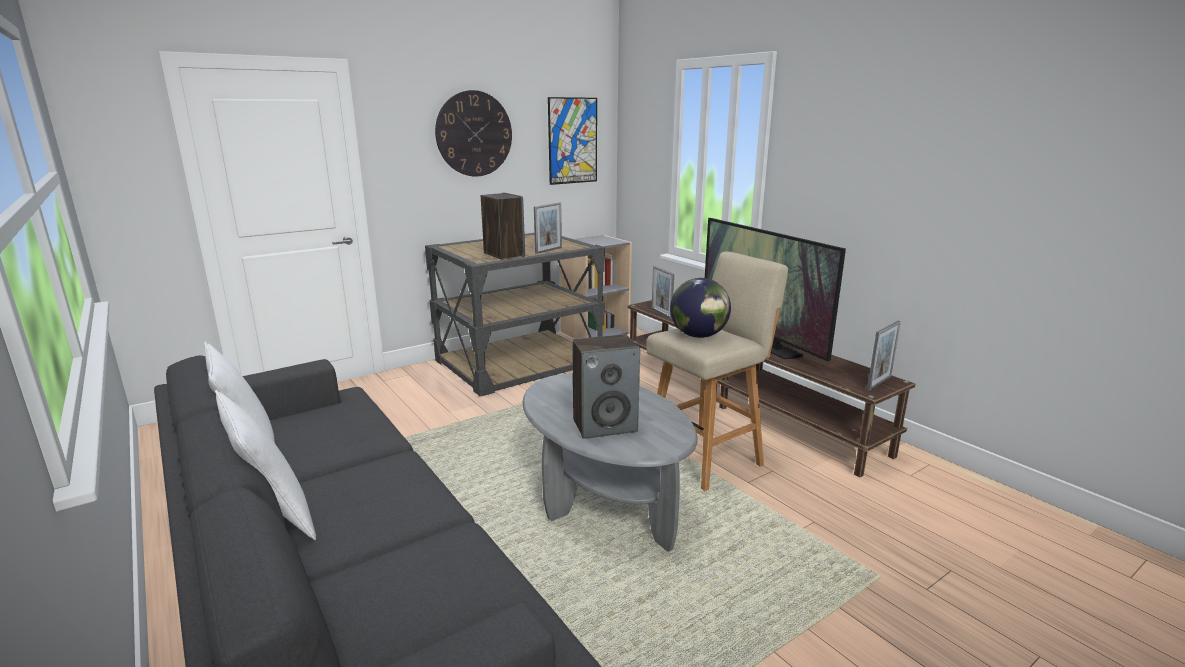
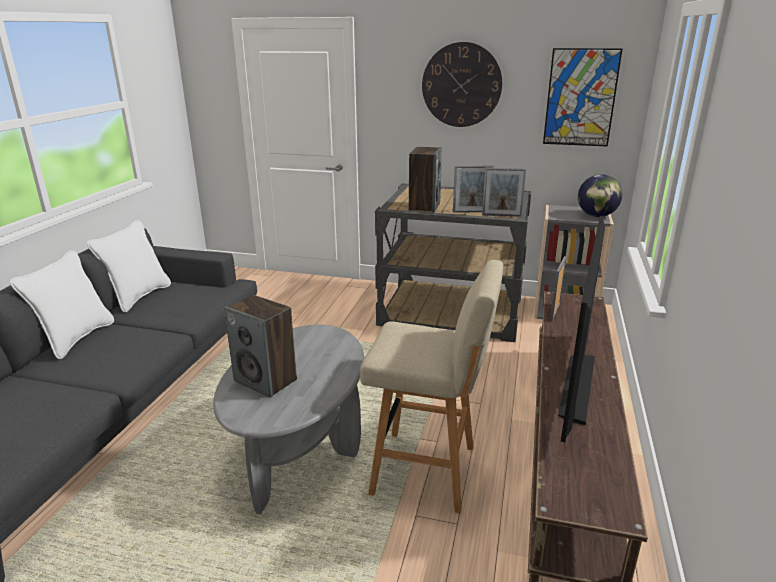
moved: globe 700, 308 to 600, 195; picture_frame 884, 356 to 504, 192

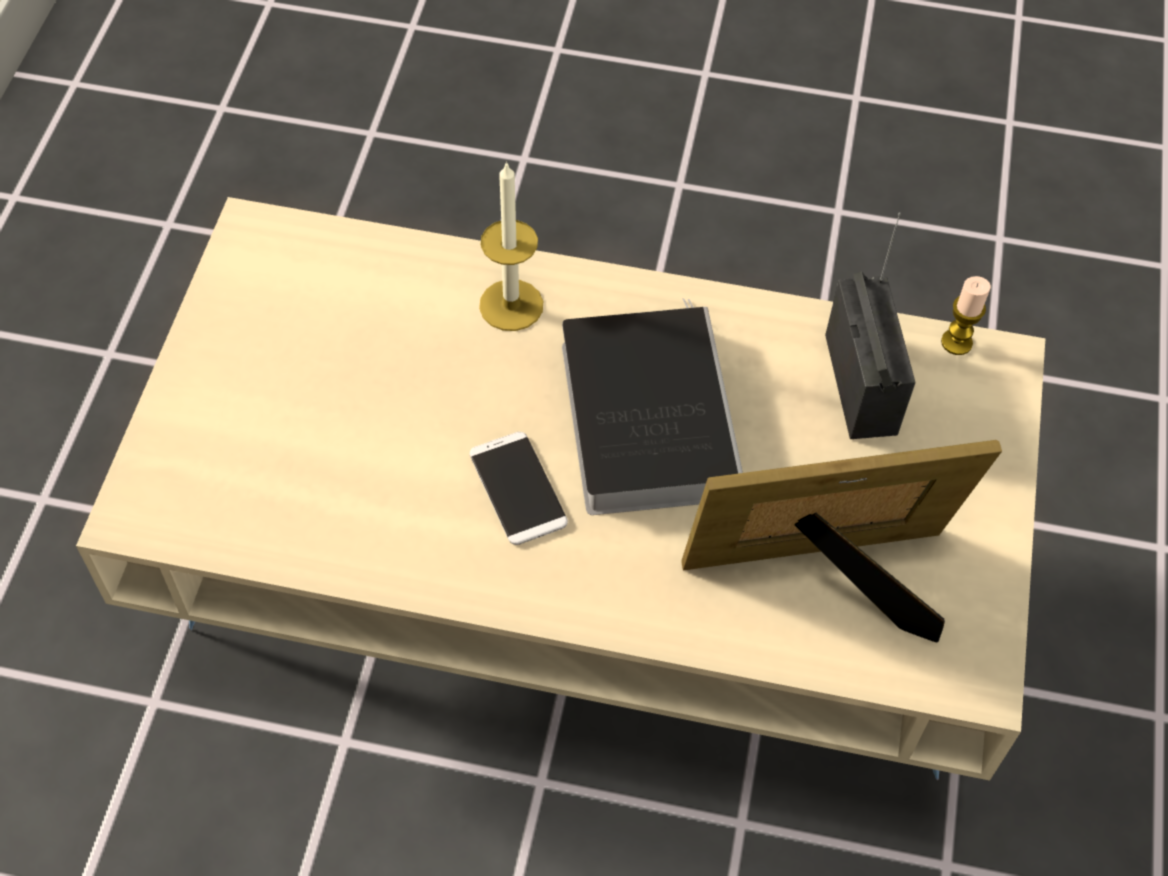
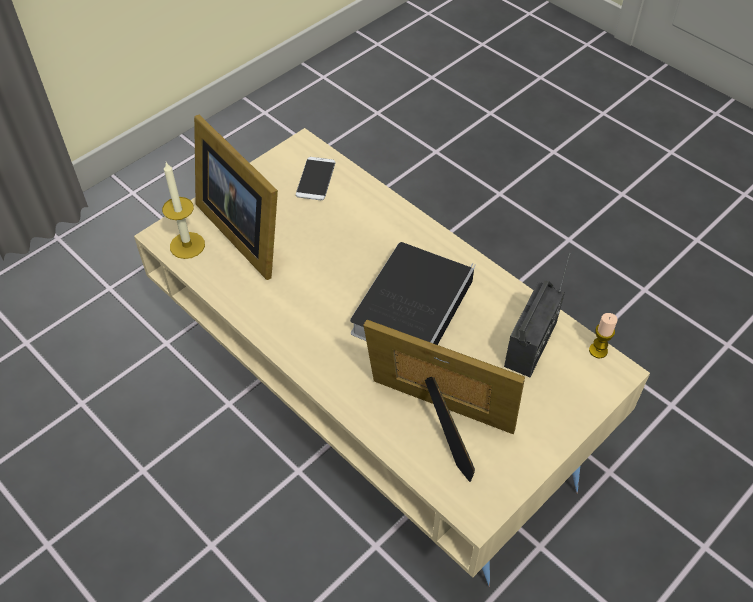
added: picture_frame 236, 197
moved: candle 511, 246 to 183, 210; phone 519, 488 to 315, 178

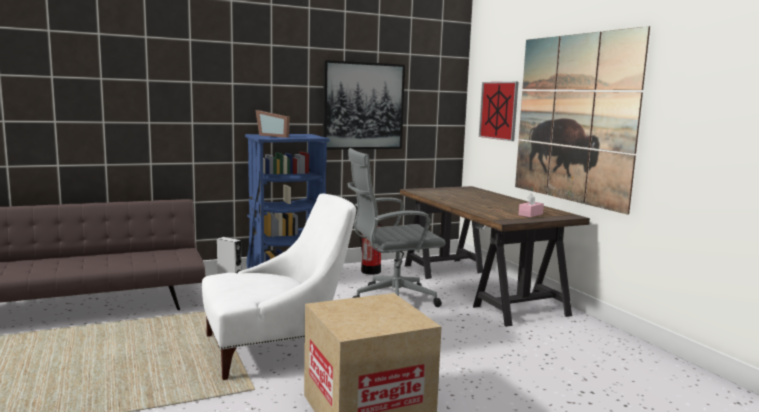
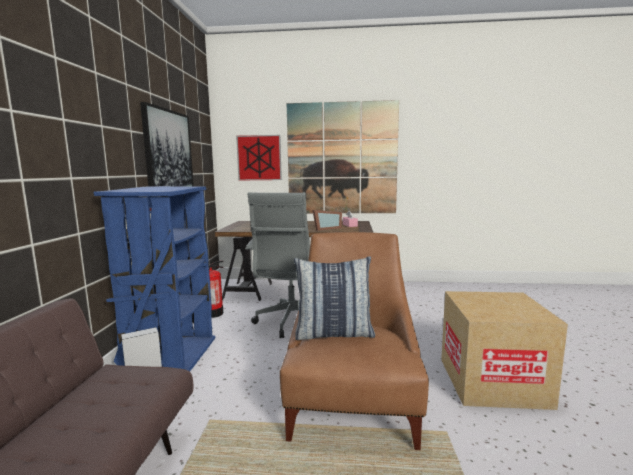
added: pillow 334, 298
moved: picture_frame 272, 124 to 327, 220
recoloured: white_armchair 279, 287 to brown_armchair 354, 341

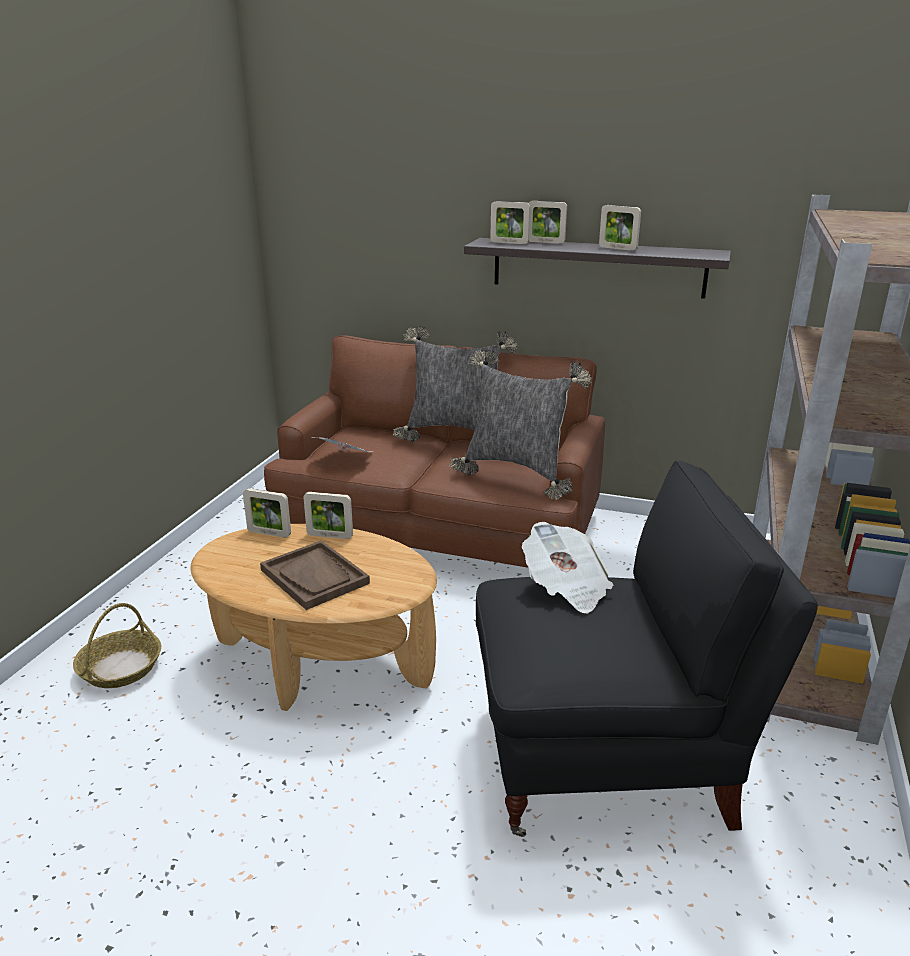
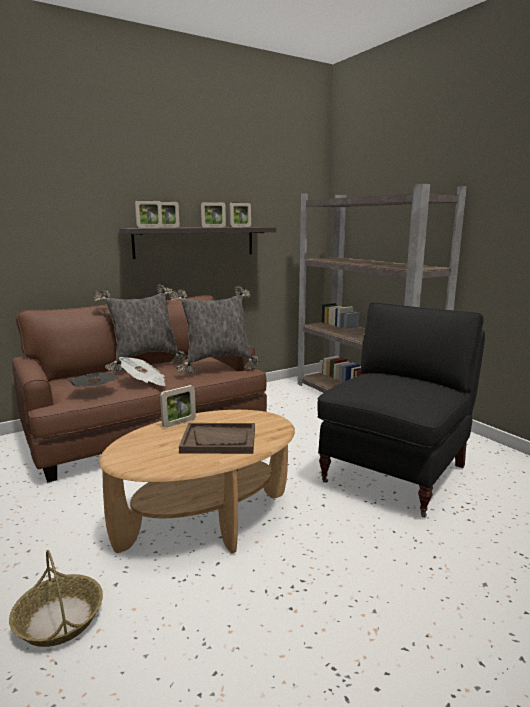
moved: picture_frame 267, 513 to 240, 215; newspaper 567, 568 to 142, 371

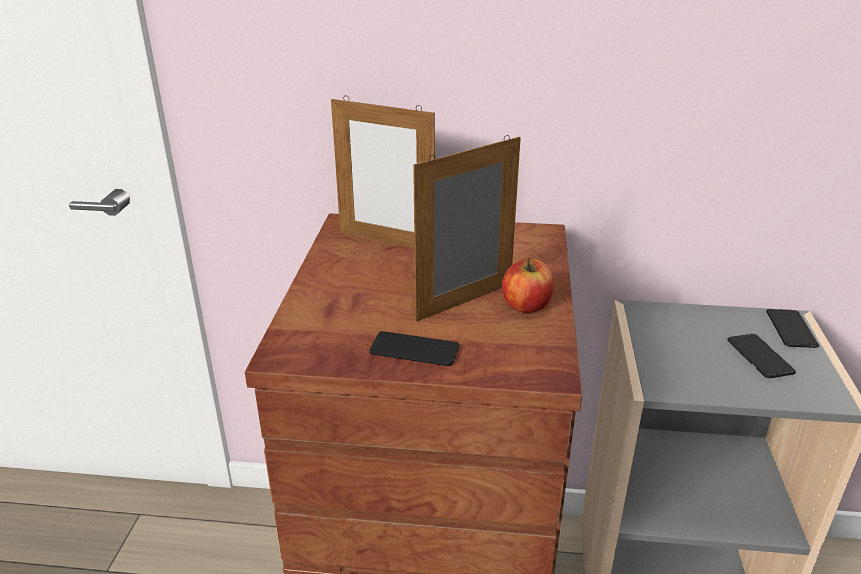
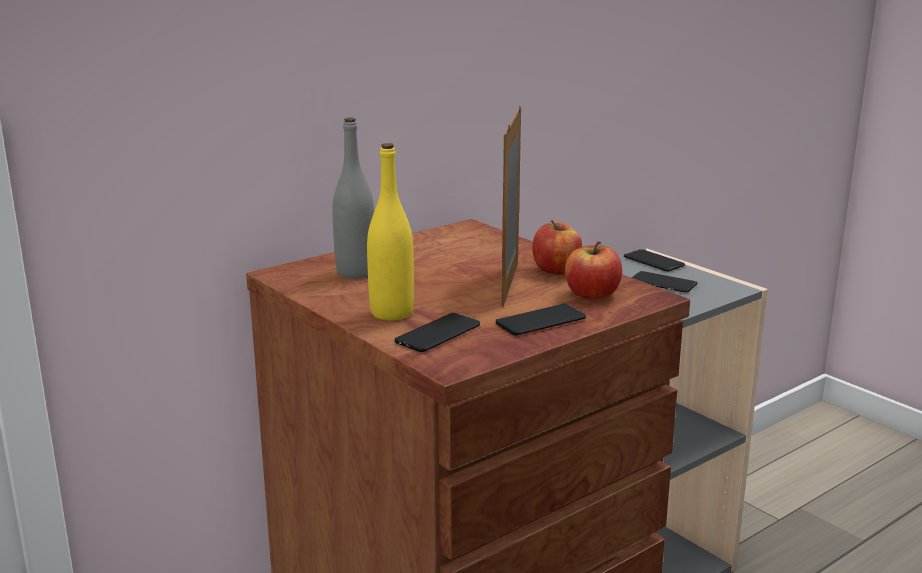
added: yellow_bottle 390, 232; apple 593, 270; phone 437, 332
replaced: picture_frame 383, 172 to grey_bottle 353, 198

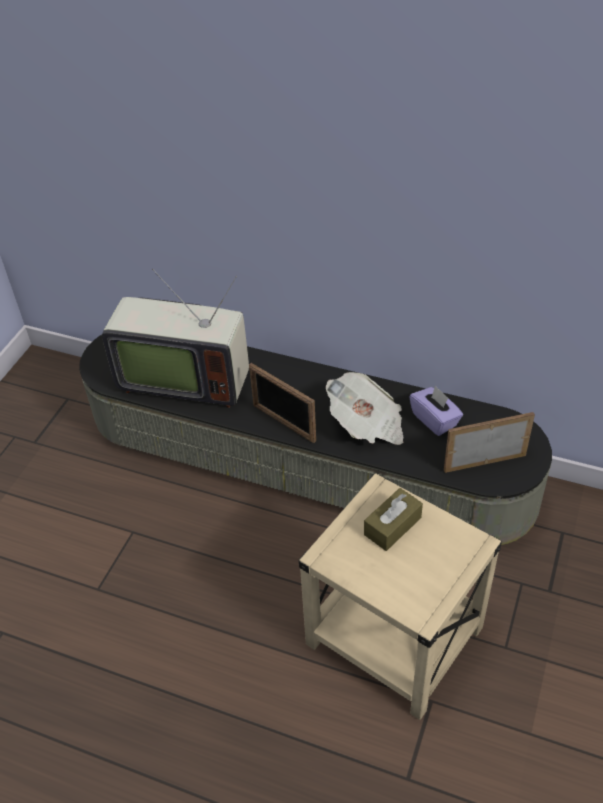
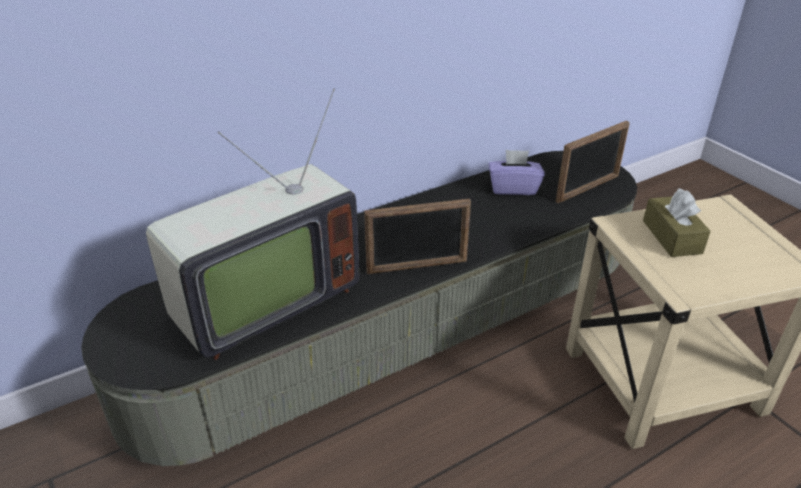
removed: newspaper 364, 408
turned: picture_frame 489, 442 = 593, 161 150 degrees counterclockwise

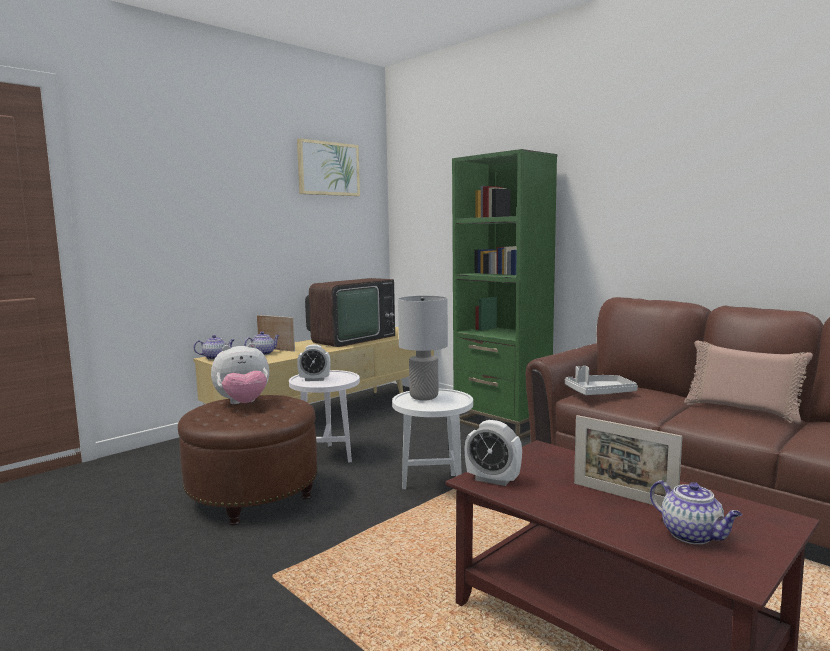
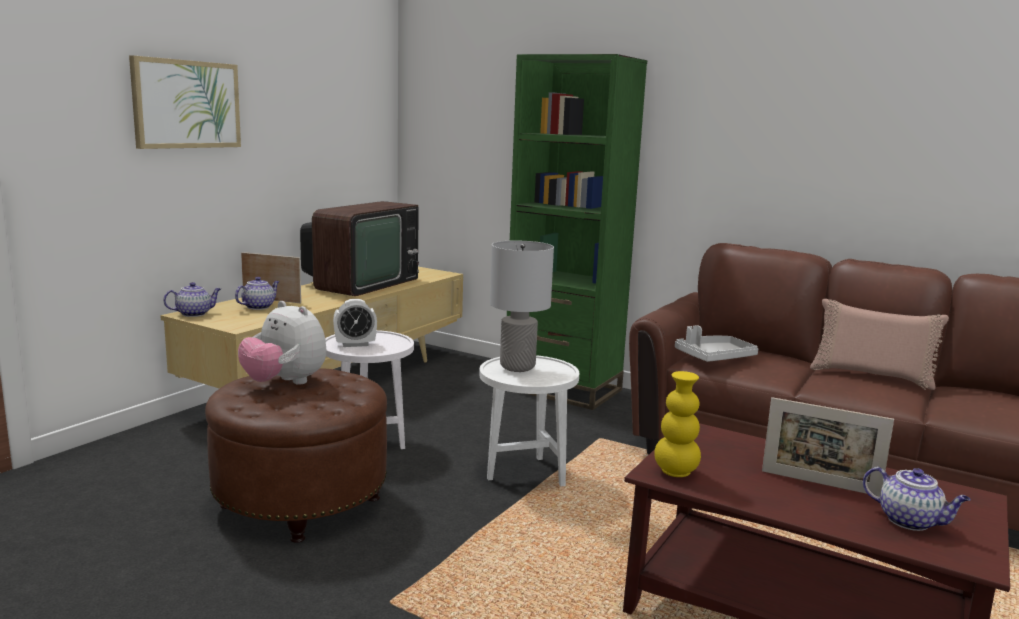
moved: picture 328, 167 to 185, 102
replaced: alarm_clock 493, 453 to yellow_vase 677, 424
turned: plush_toy 240, 373 = 282, 343 75 degrees clockwise

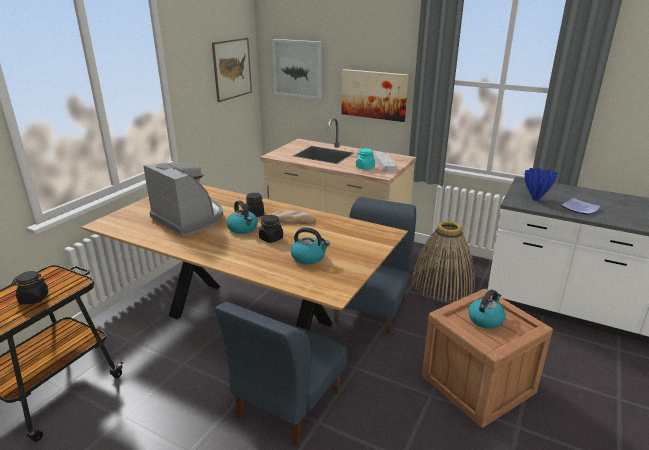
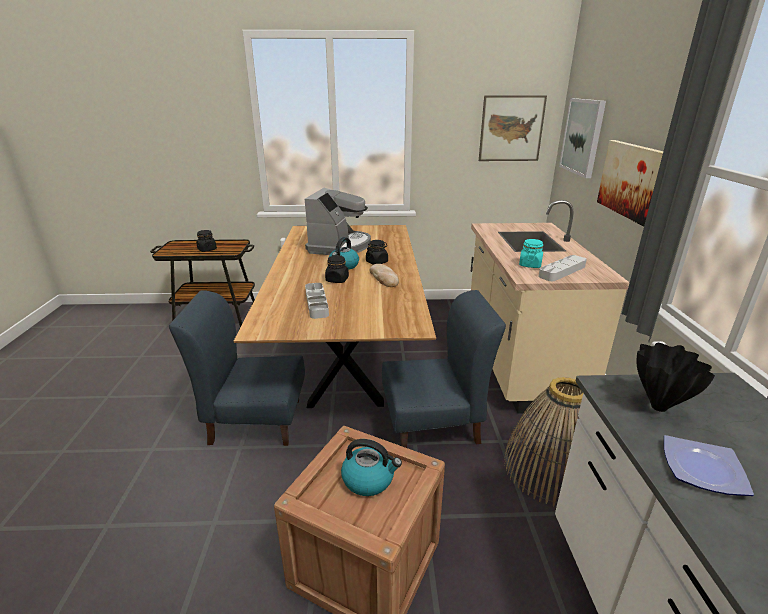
replaced: kettle 310, 245 to grey_tray 317, 301
recoloured: blue_vase 541, 184 to black_vase 676, 377

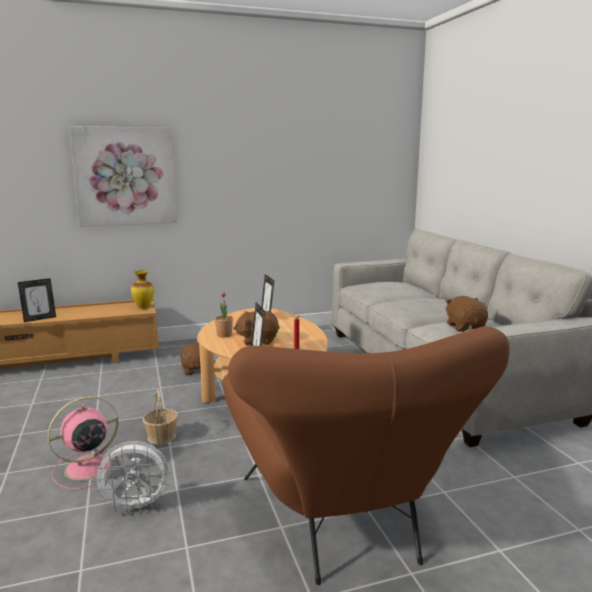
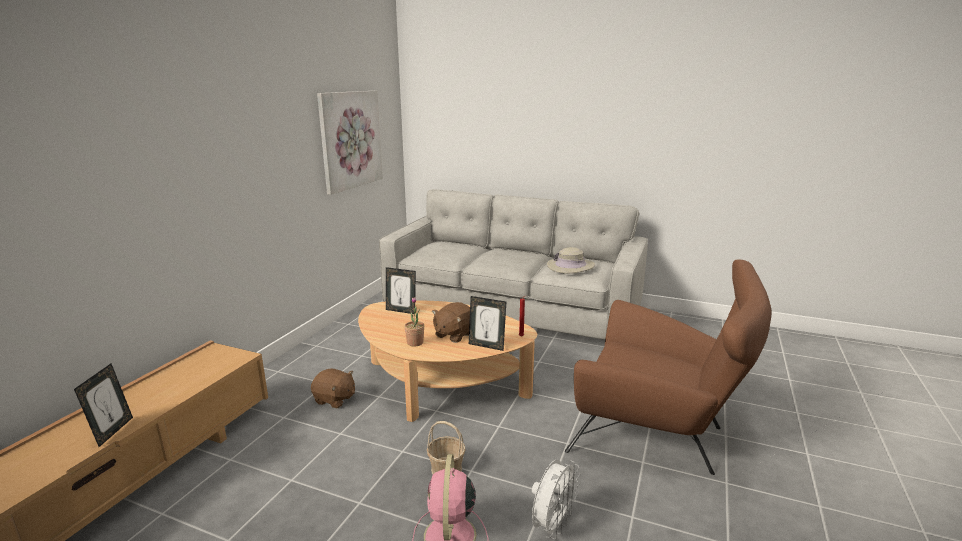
removed: vase 142, 289
moved: picture 123, 176 to 350, 143
replaced: brown_plush_toy 466, 314 to beige_hat 571, 260

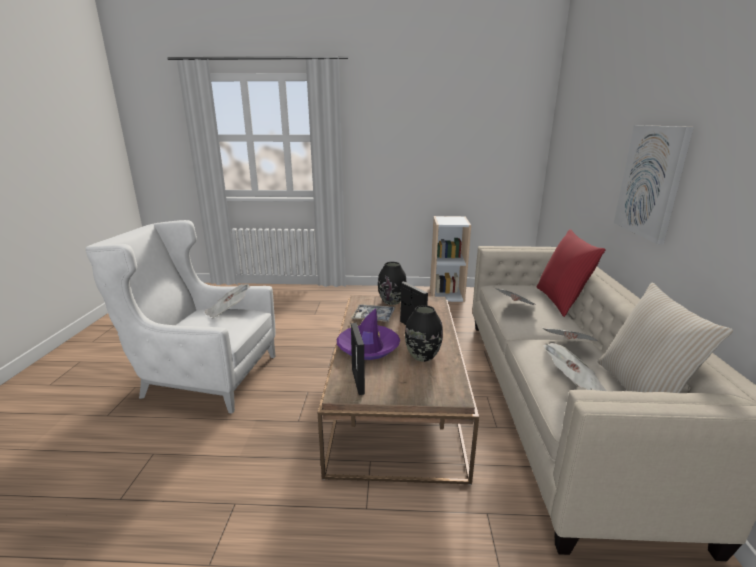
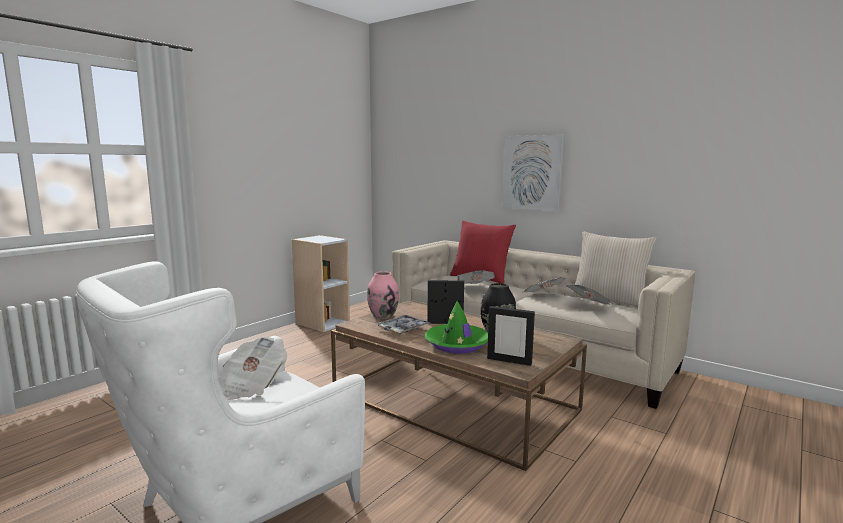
recoloured: black_vase 392, 283 to pink_vase 383, 295; purple_hat 368, 334 to green_hat 456, 327

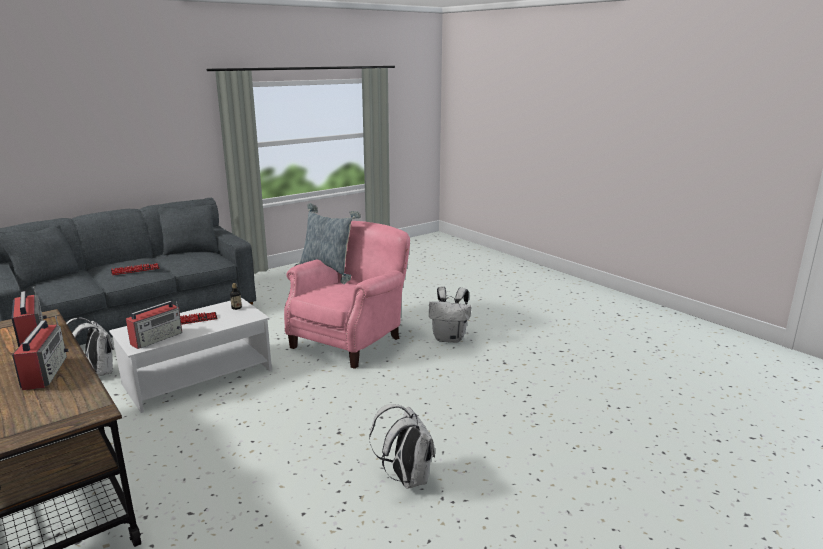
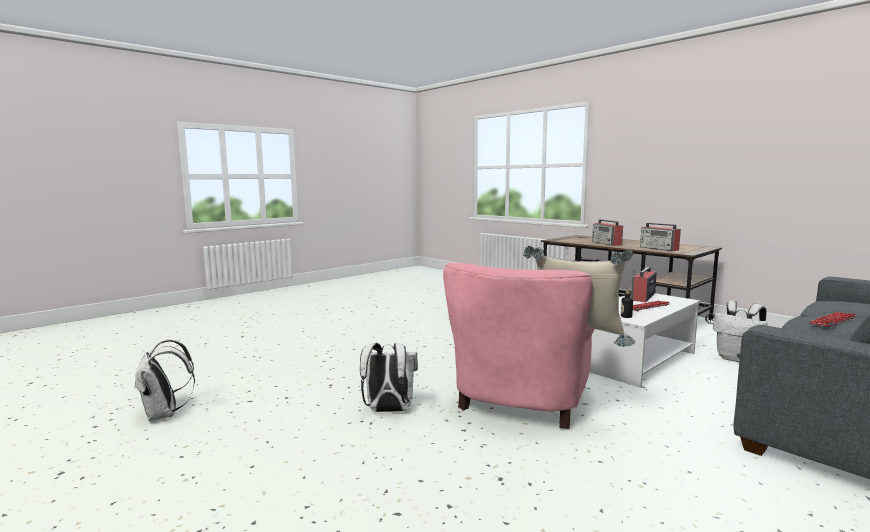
moved: white_backpack 402, 446 to 164, 380

